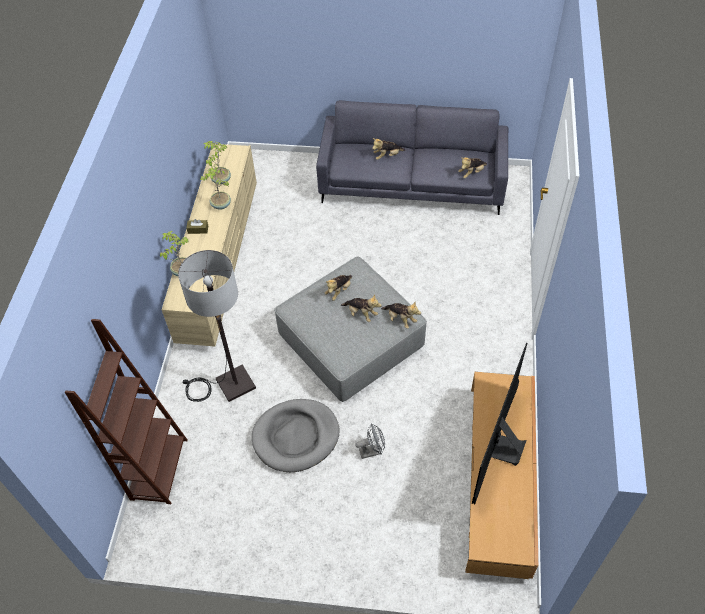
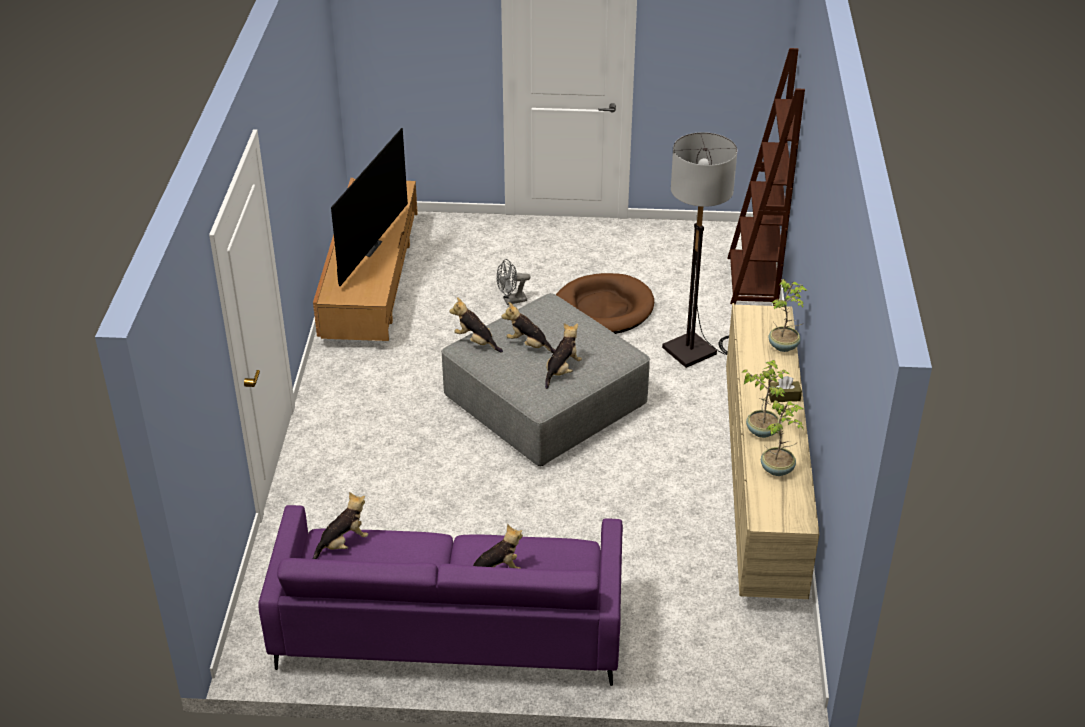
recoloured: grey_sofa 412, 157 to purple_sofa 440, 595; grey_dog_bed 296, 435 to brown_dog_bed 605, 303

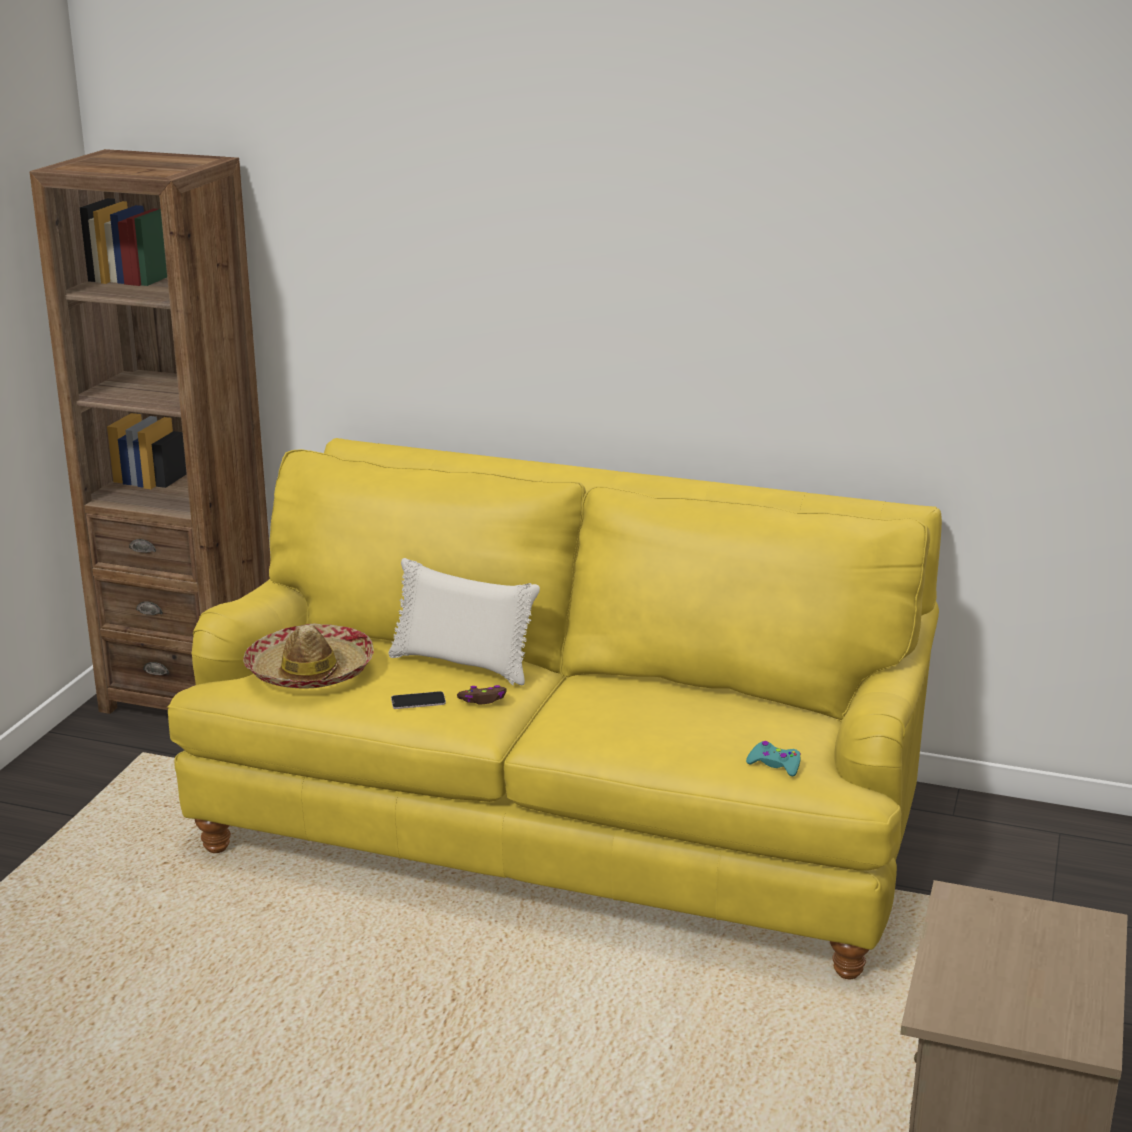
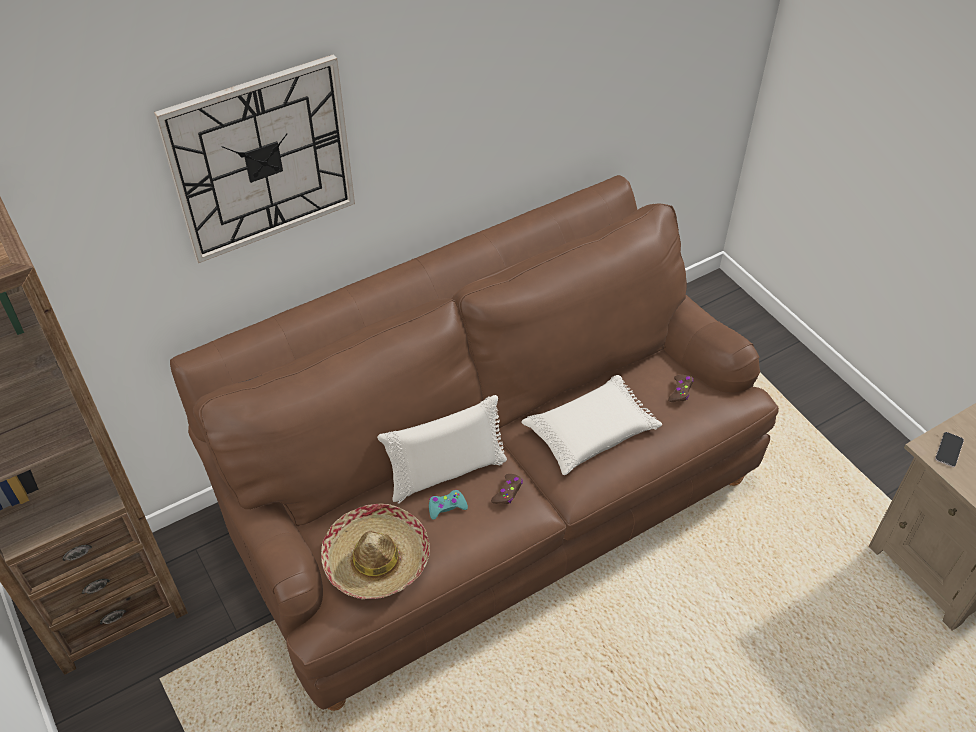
added: wall_clock 254, 158; white_pillow 591, 425; brown_game_controller 680, 388
moved: phone 418, 700 to 949, 449; turquoise_game_controller 773, 758 to 448, 505
recoloured: yellow_sofa 555, 708 to brown_sofa 474, 443

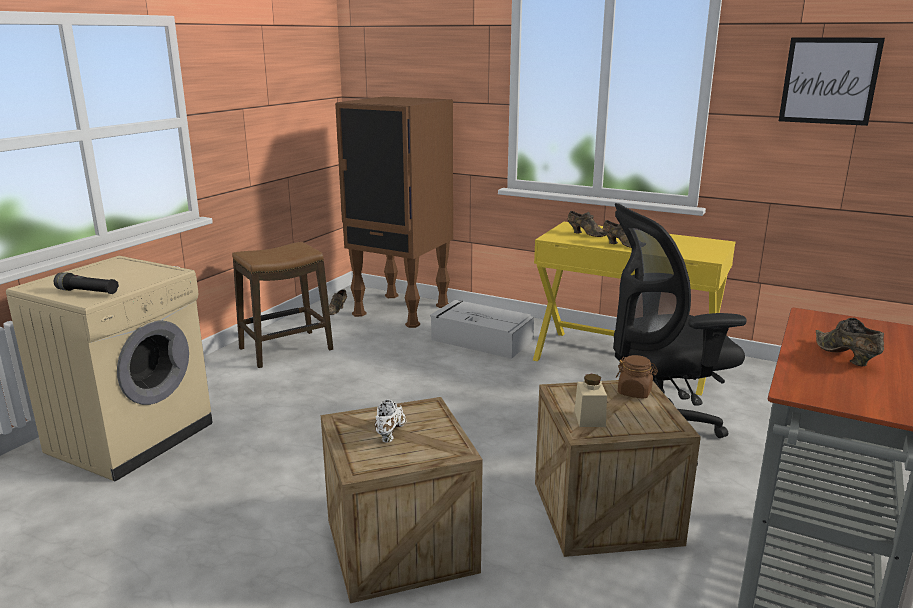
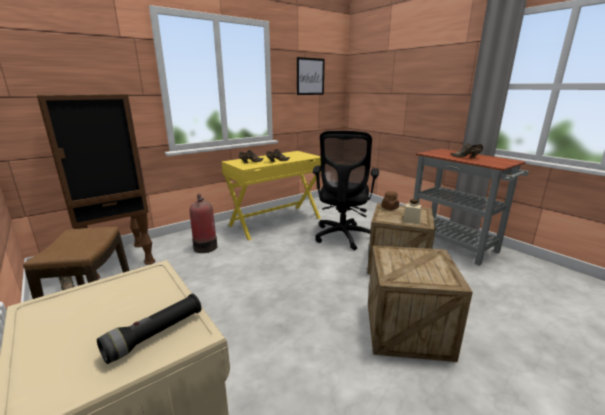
removed: white_shoe 390, 421
replaced: grey_storage_box 482, 329 to fire_extinguisher 203, 223

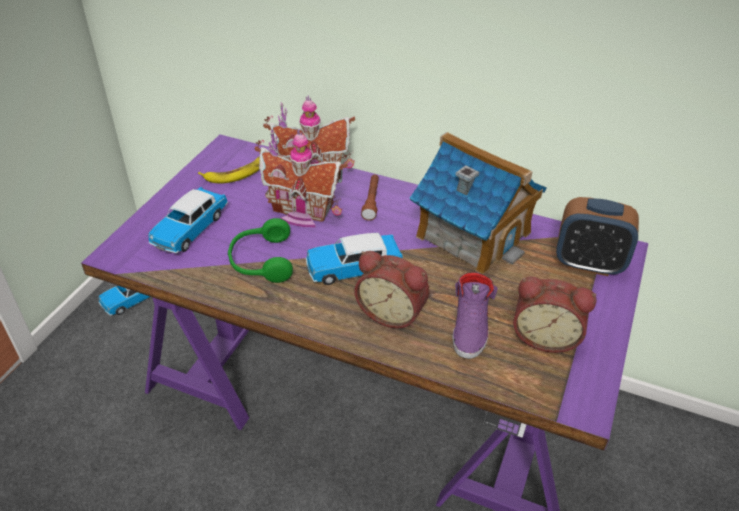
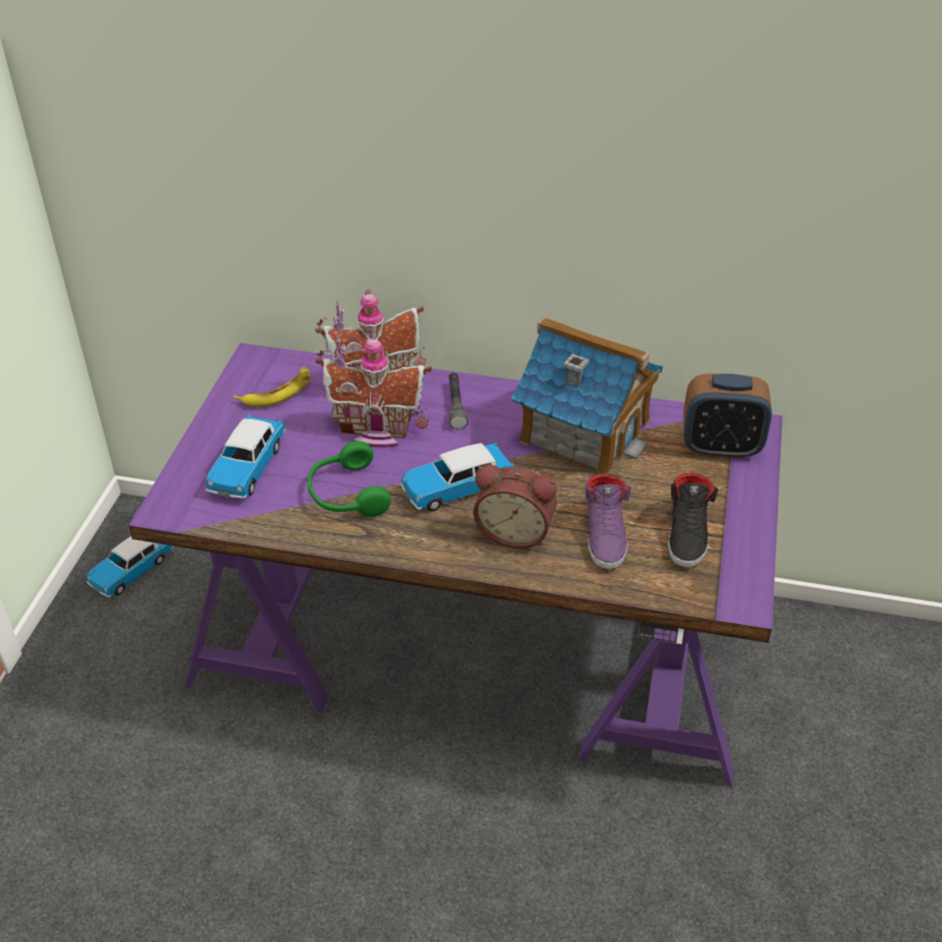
replaced: alarm_clock 554, 314 to black_shoe 693, 520
recoloured: brown_flashlight 370, 198 to grey_flashlight 458, 401

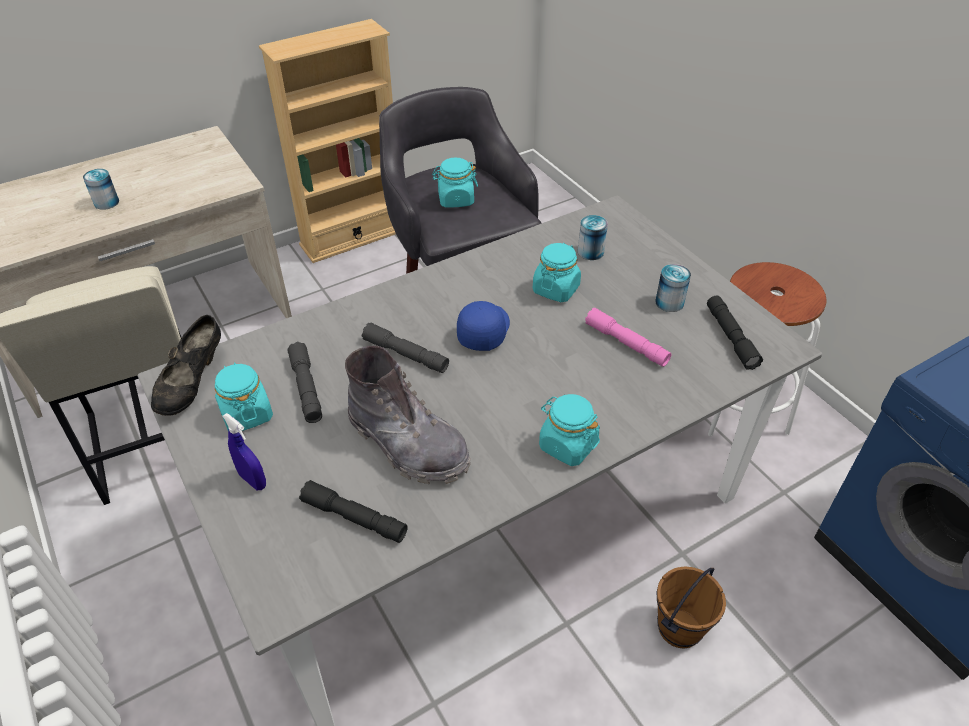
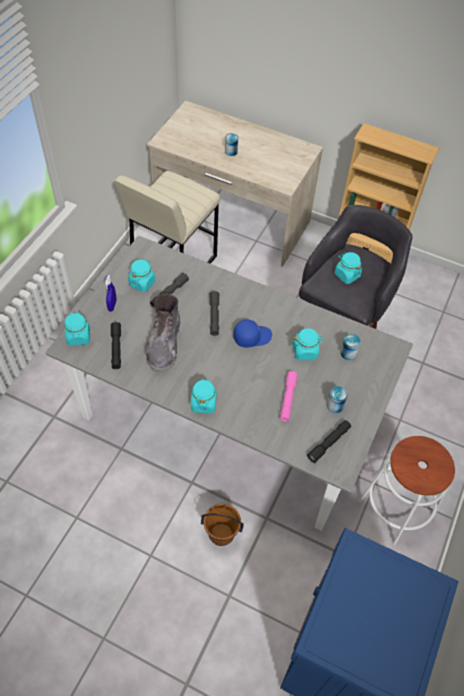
removed: black_shoe 186, 365
added: turquoise_jar 77, 328

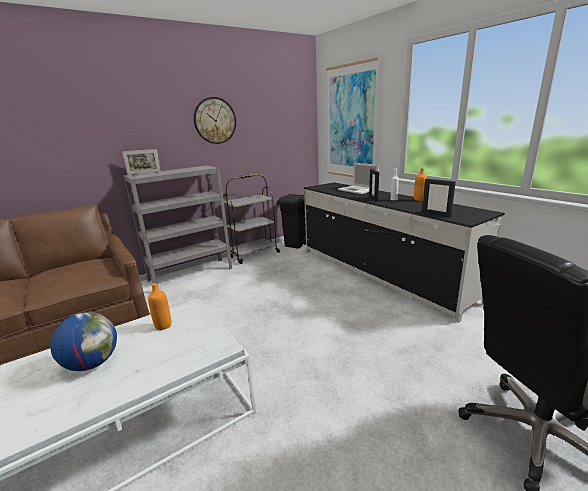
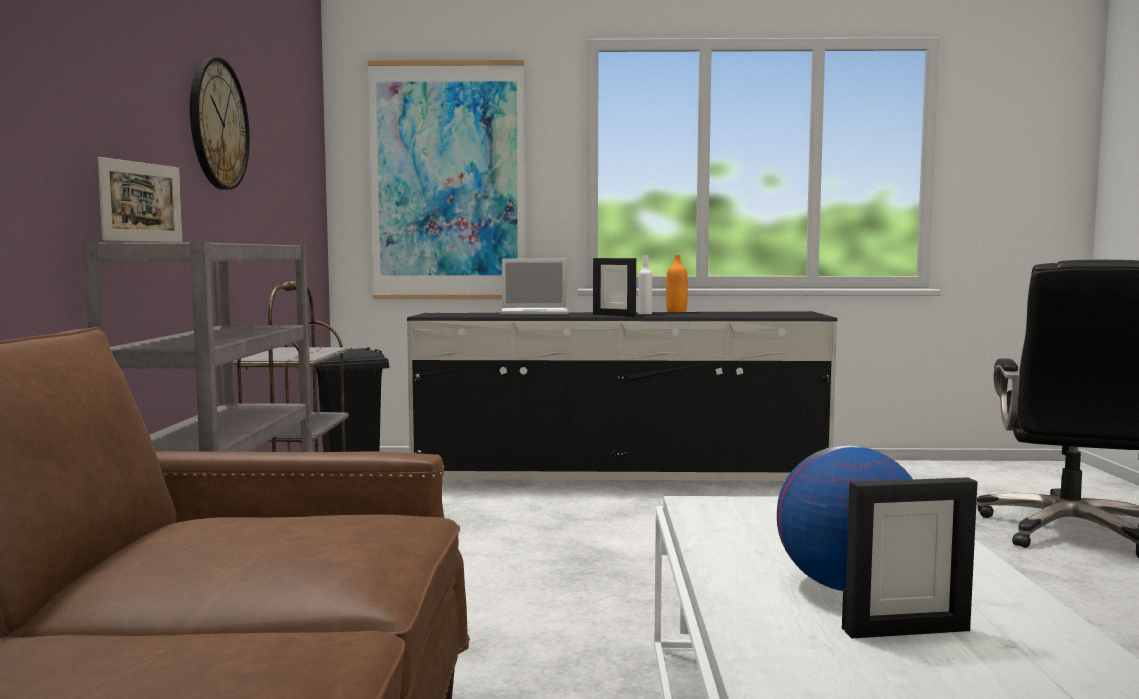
removed: orange_bottle 160, 306
moved: picture_frame 439, 198 to 909, 557

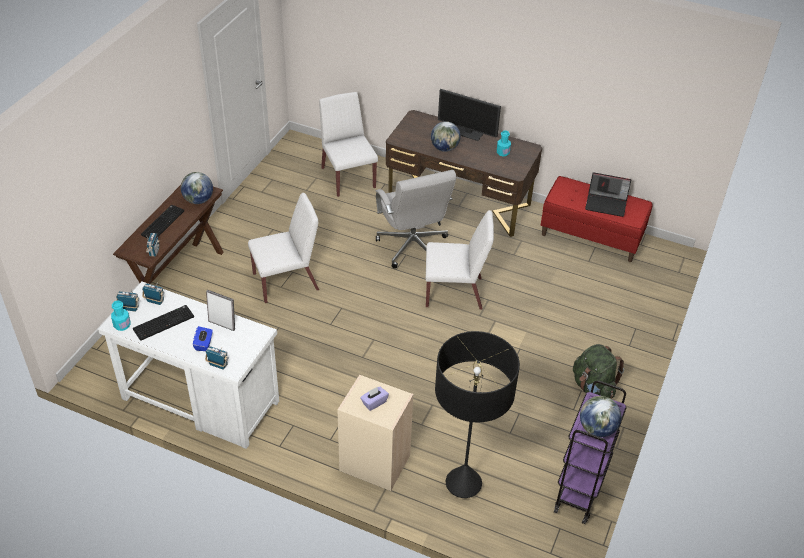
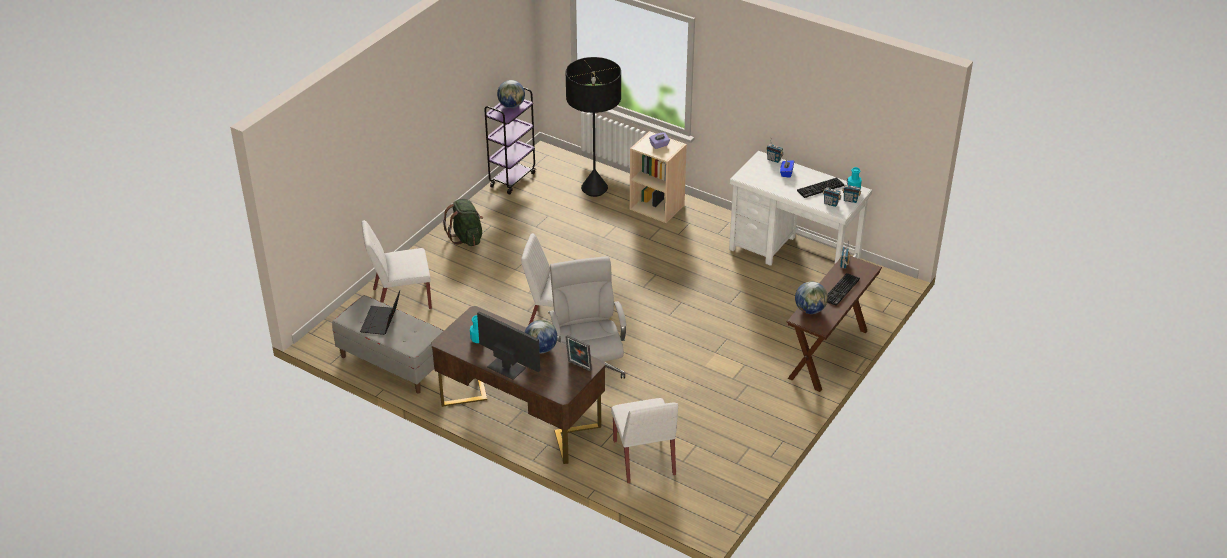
moved: white_chair 283, 248 to 397, 264; picture_frame 220, 310 to 578, 353
recoloured: red_bench 596, 219 to grey_bench 388, 344
turned: laptop 608, 194 = 380, 312 105 degrees counterclockwise

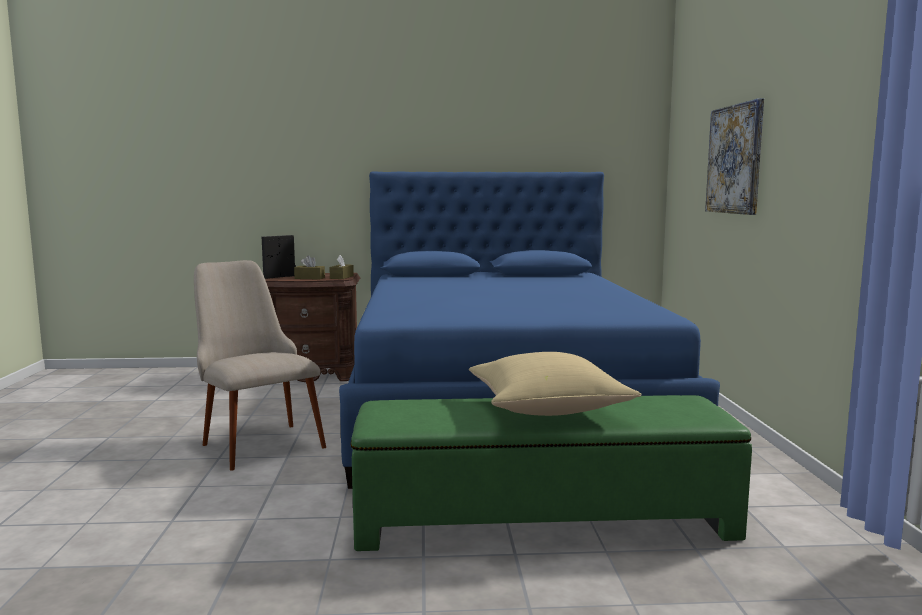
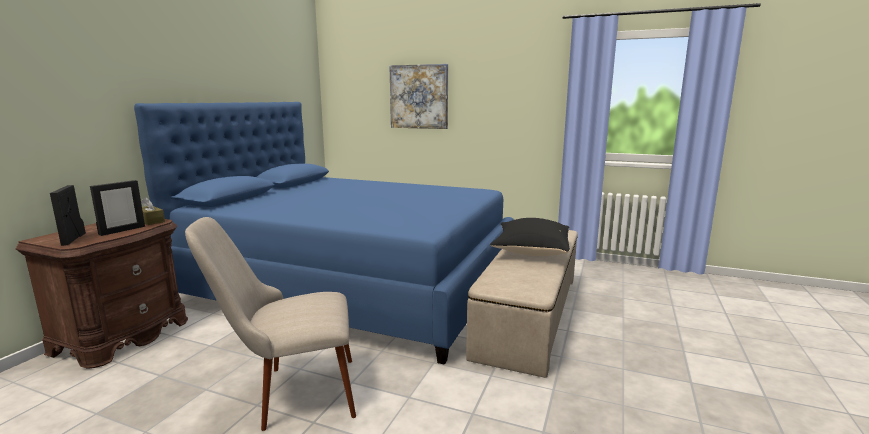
replaced: brown_tissue_box 309, 267 to picture_frame 117, 208
recoloured: beige_pillow 555, 384 to black_pillow 530, 237; green_bench 551, 473 to beige_bench 522, 304

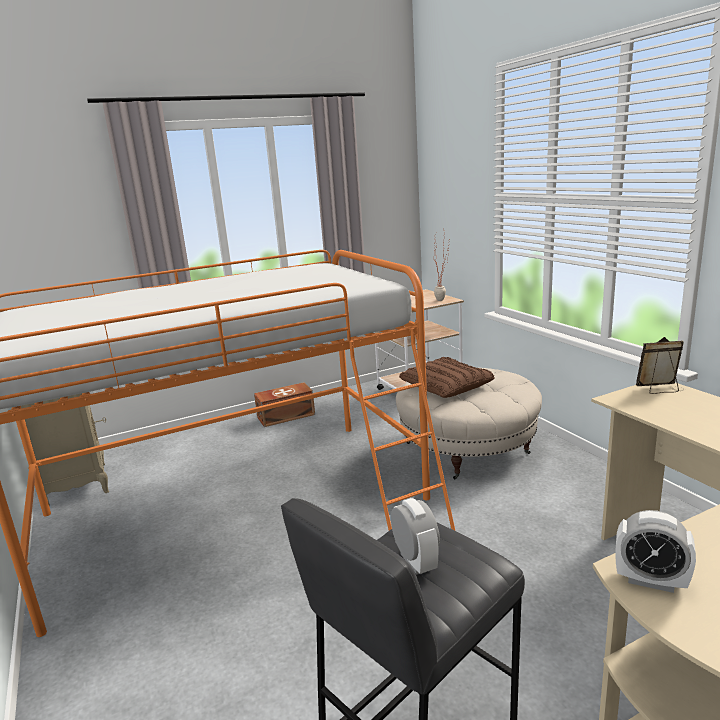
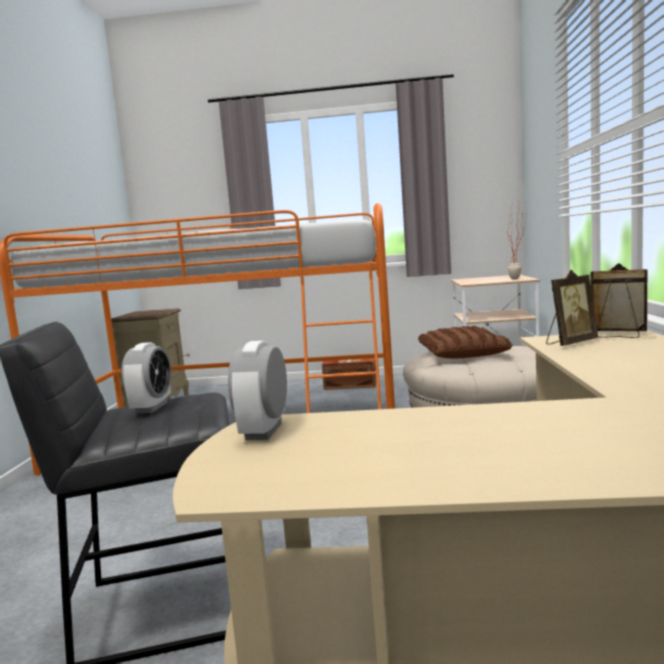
added: picture_frame 572, 308
turned: alarm_clock 655, 551 = 257, 390 45 degrees clockwise

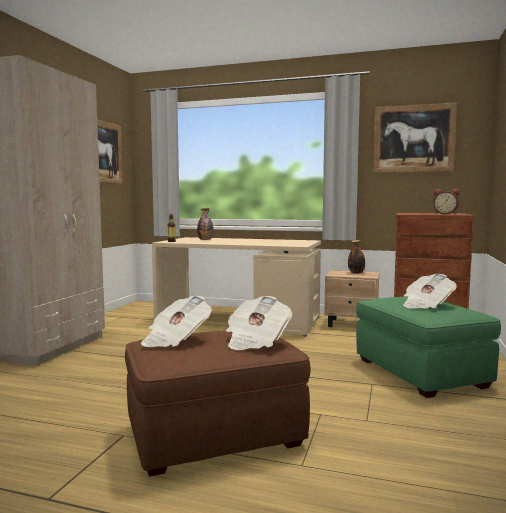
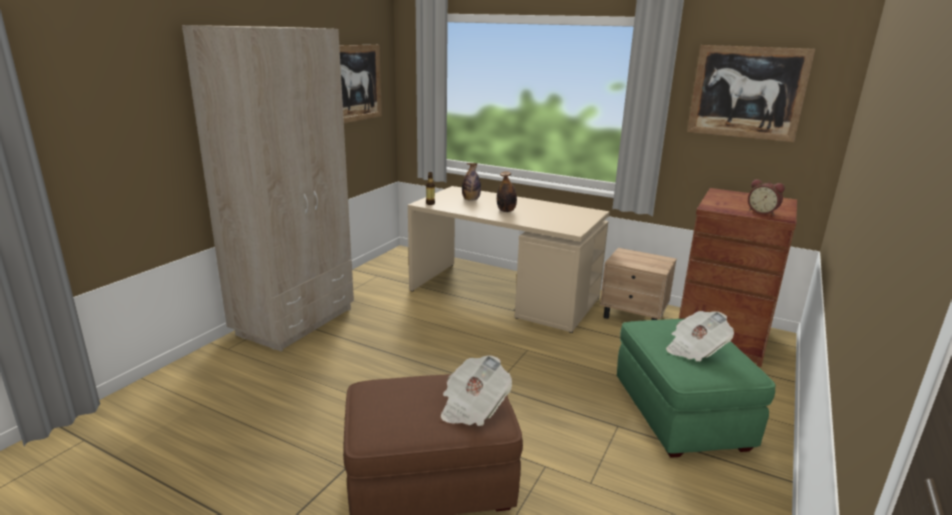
removed: newspaper 176, 321
moved: bottle 356, 257 to 507, 191

